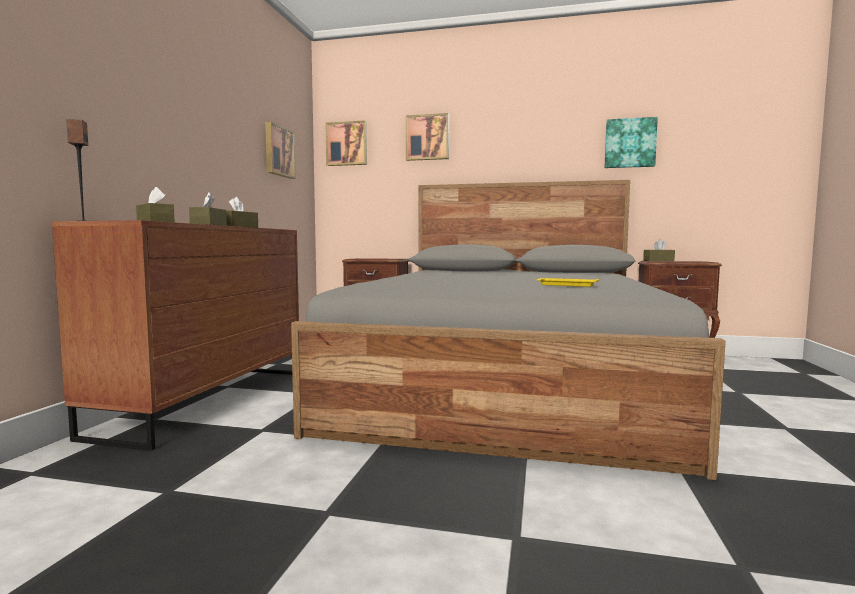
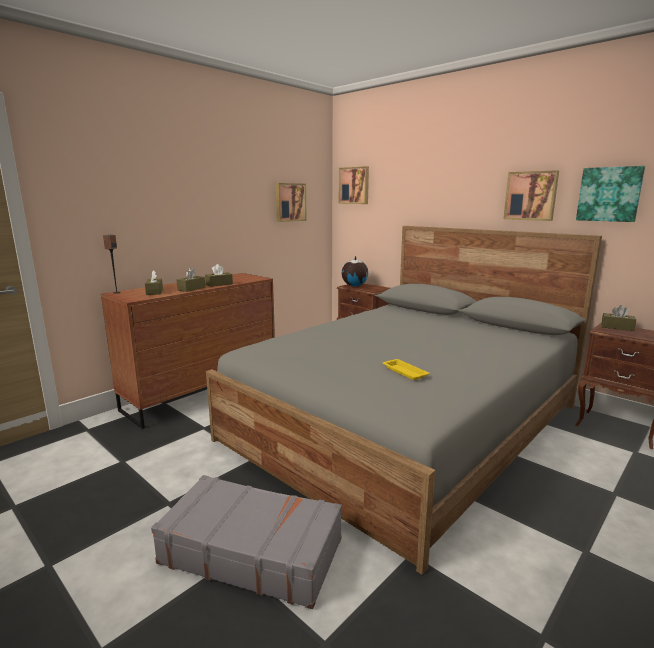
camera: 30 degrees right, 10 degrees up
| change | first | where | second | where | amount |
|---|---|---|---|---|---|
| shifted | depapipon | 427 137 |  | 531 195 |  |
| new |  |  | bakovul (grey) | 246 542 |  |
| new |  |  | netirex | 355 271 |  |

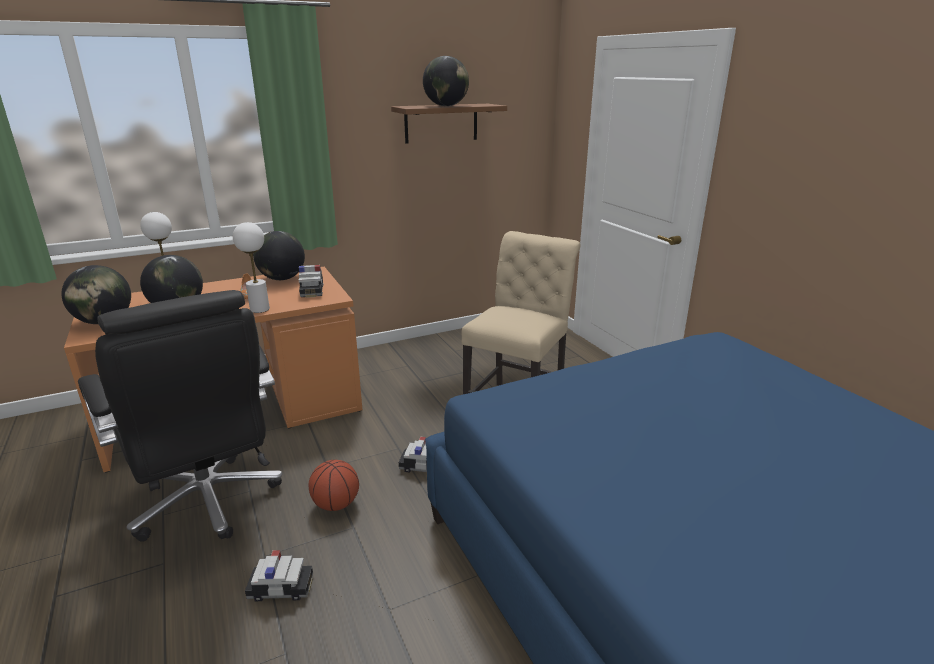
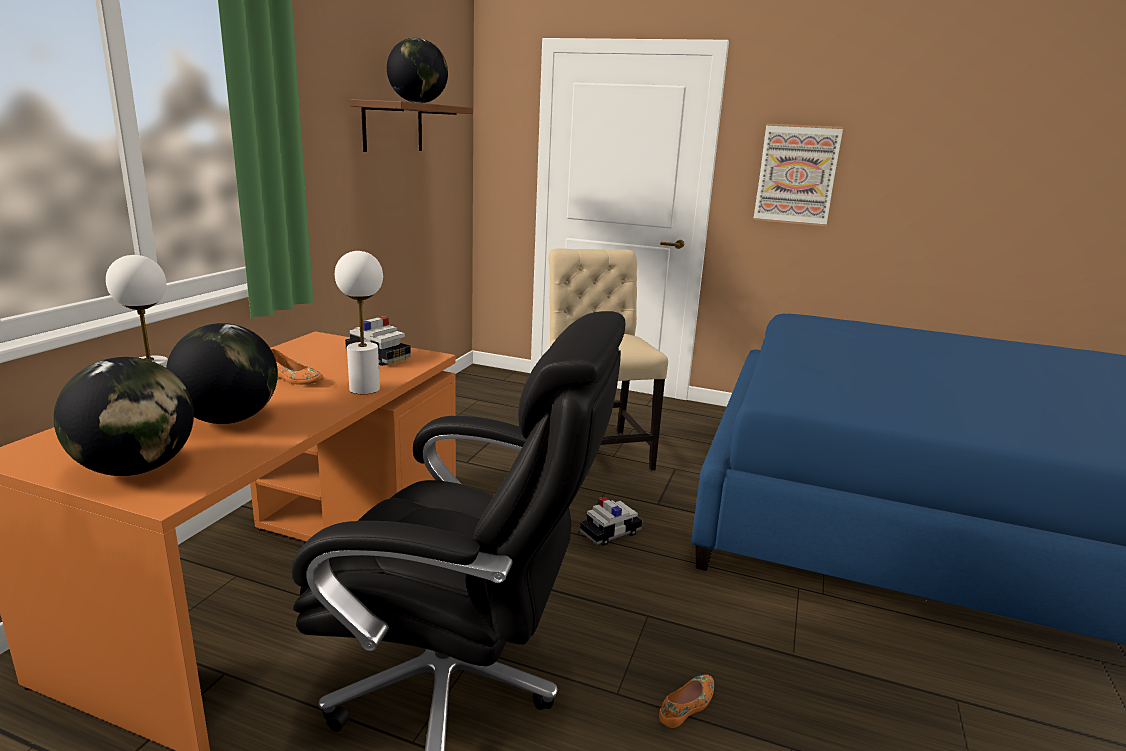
camera: 45 degrees left, 5 degrees down
| change | first | where | second | where | amount |
|---|---|---|---|---|---|
| swapped | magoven | 279 575 | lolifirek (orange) | 686 701 |  |
| gone | netirex | 279 255 |  |  |  |
| gone | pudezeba | 334 485 |  |  |  |
| new |  |  | depapipon | 798 174 |  |

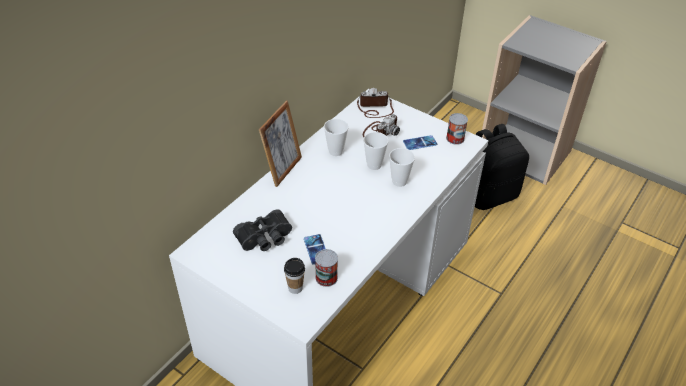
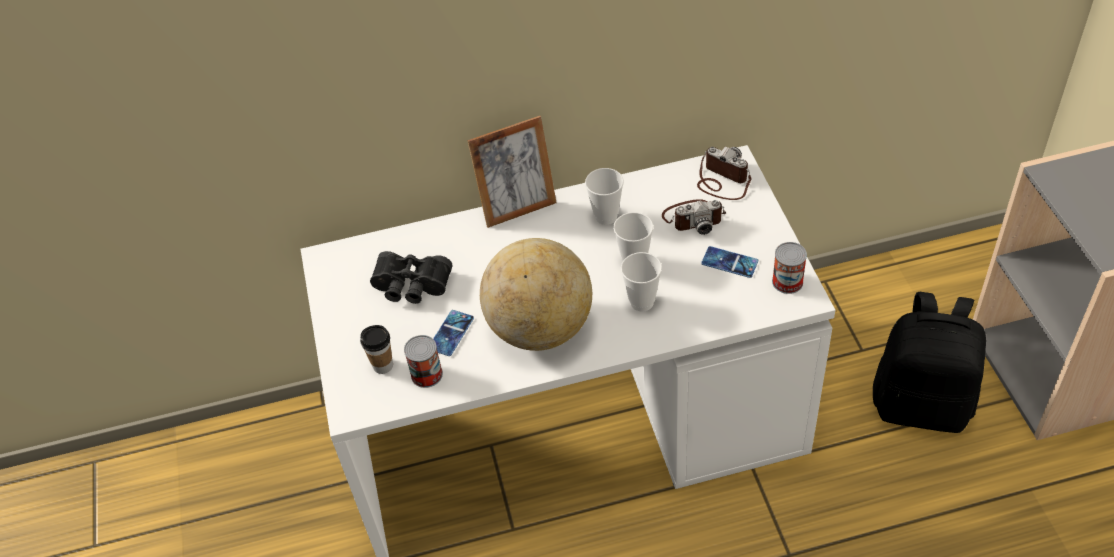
camera: 45 degrees right, 5 degrees up
| change | first | where | second | where | amount |
|---|---|---|---|---|---|
| new |  |  | netirex | 536 294 |  |

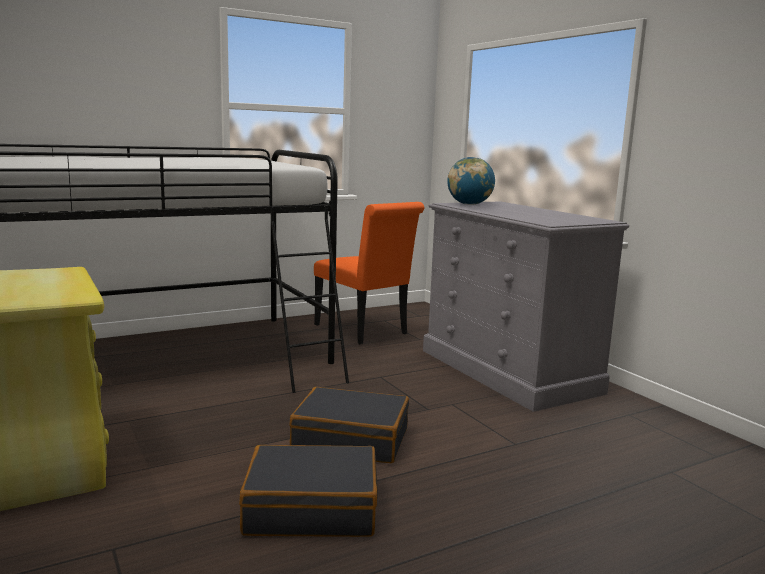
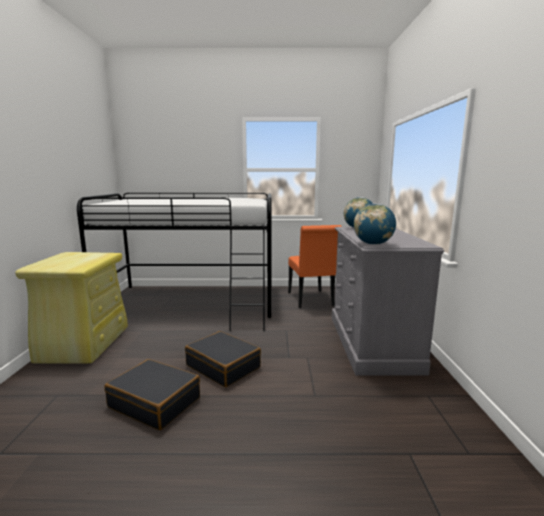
camera: 30 degrees right, 0 degrees up
| change | first | where | second | where | amount |
|---|---|---|---|---|---|
| new |  |  | netirex | 375 224 |  |

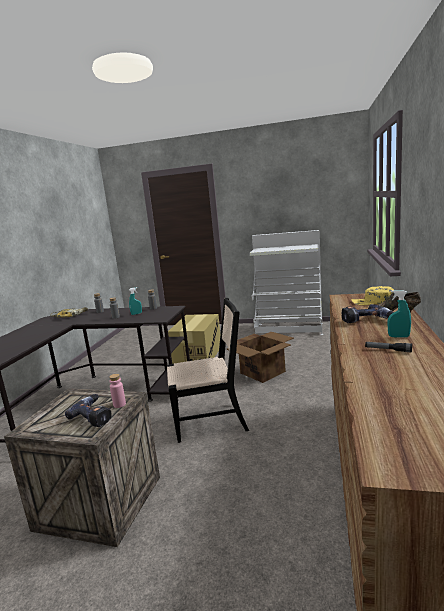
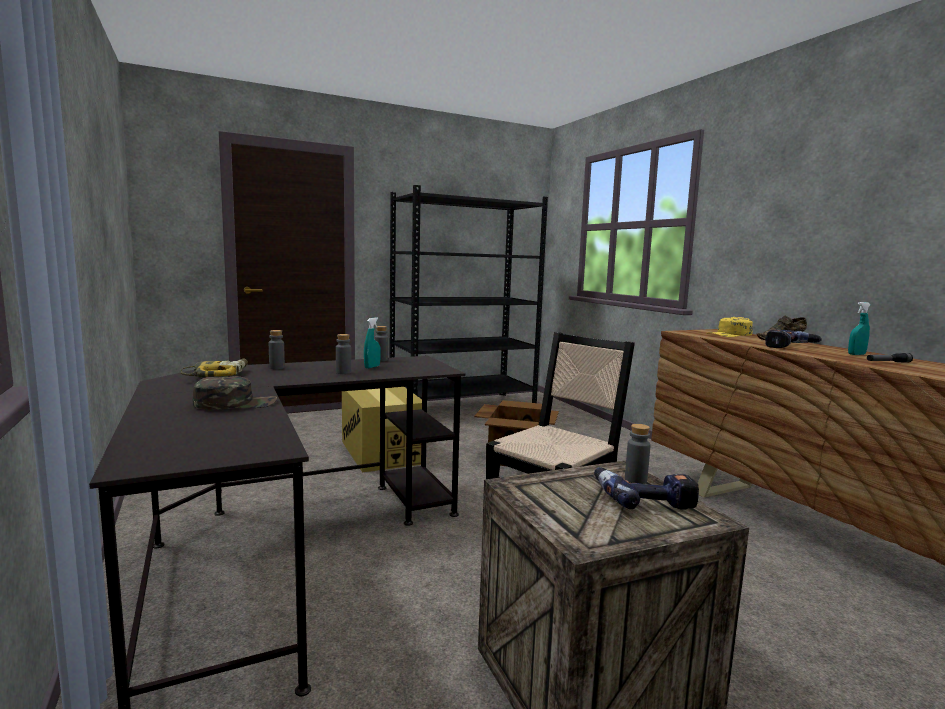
camera: 40 degrees left, 5 degrees down
| change | first | where | second | where | amount |
|---|---|---|---|---|---|
| repainted | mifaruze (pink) | 117 391 | mifaruze (grey) | 638 454 |  |
| swapped | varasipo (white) | 286 282 | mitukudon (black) | 469 294 |  |
| new |  |  | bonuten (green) | 235 393 |  |

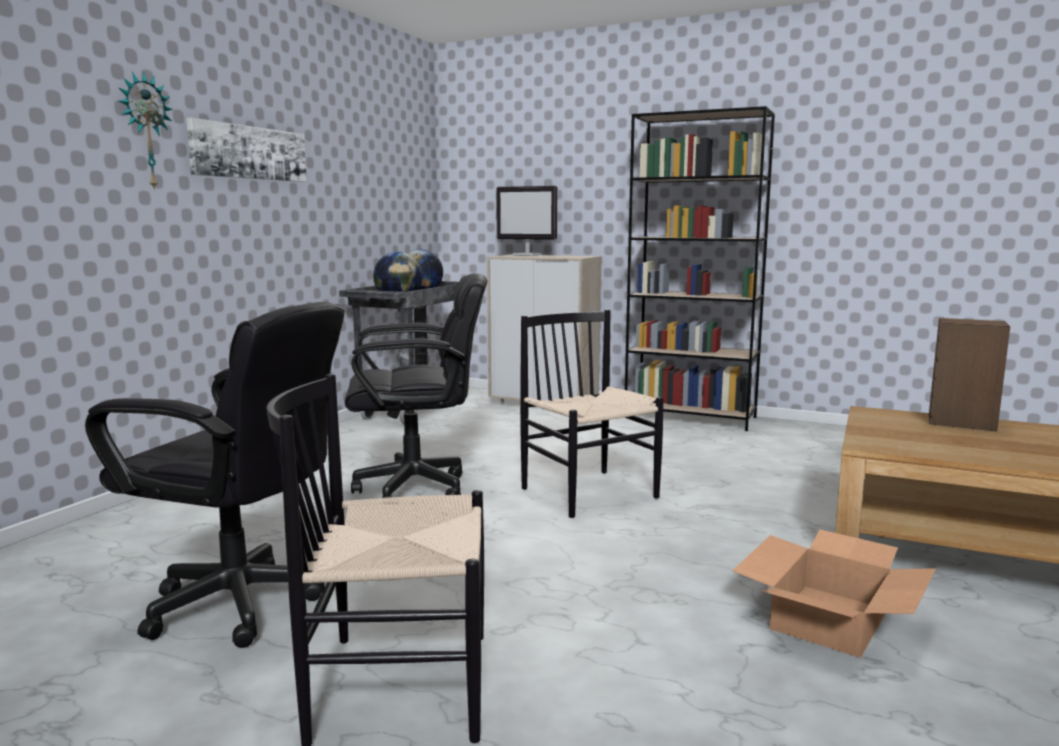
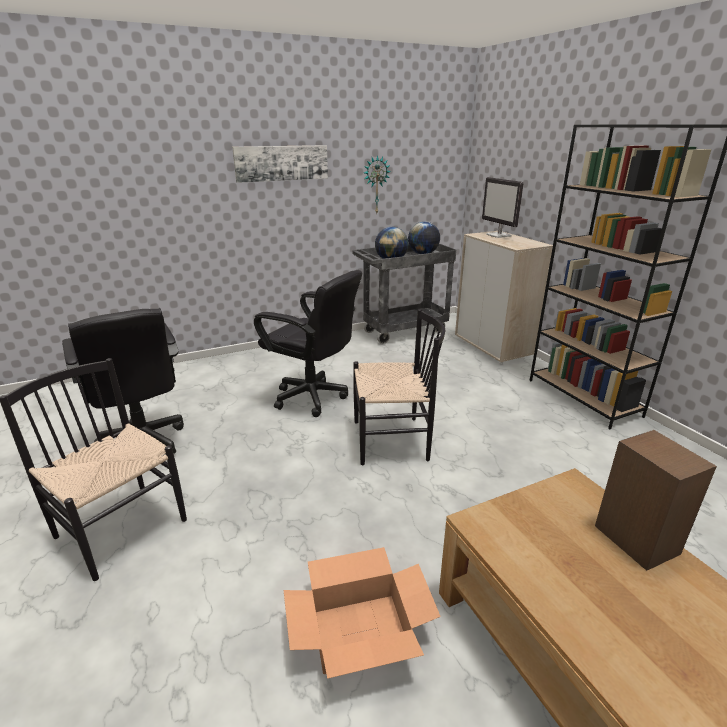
camera: 40 degrees right, 15 degrees up
| change | first | where | second | where | amount |
|---|---|---|---|---|---|
| shifted | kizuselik | 146 131 |  | 377 184 |  |
| rotated | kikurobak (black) | 591 414 |  | 399 387 | 75 degrees clockwise |

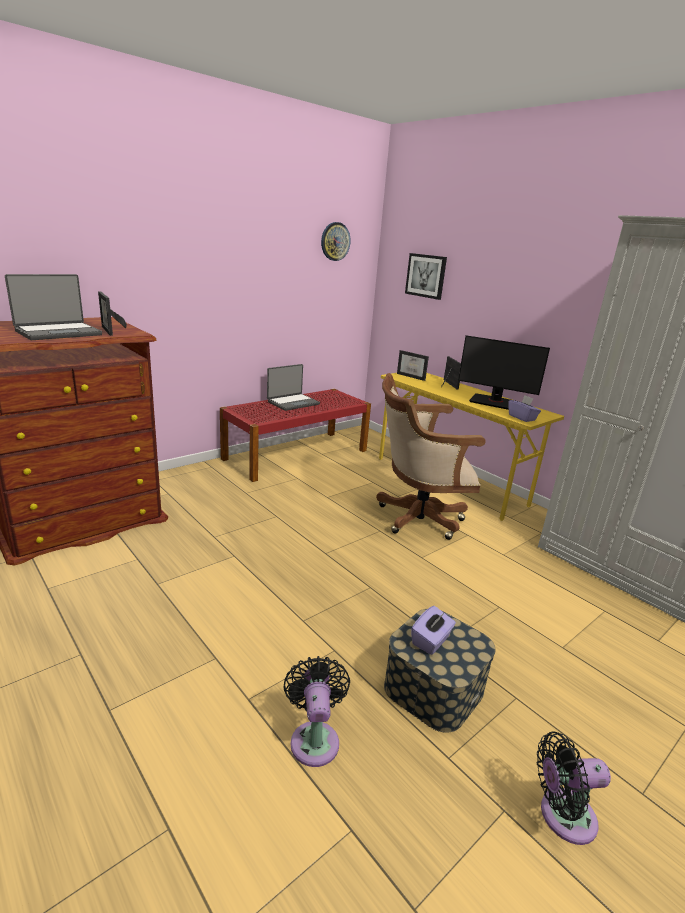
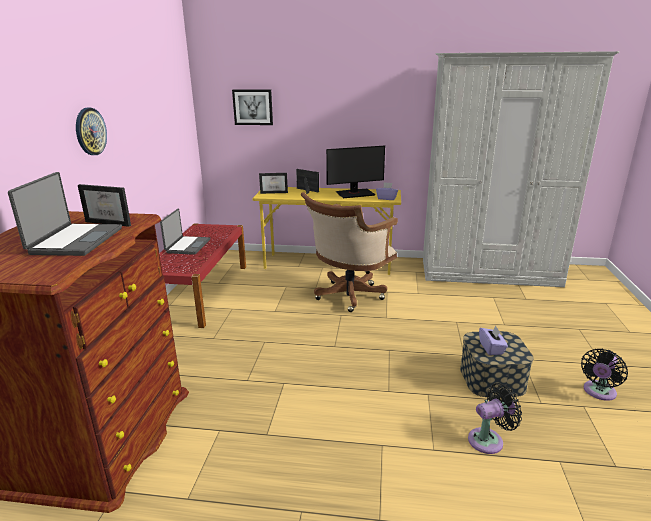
camera: 40 degrees left, 0 degrees up
| change | first | where | second | where | amount |
|---|---|---|---|---|---|
| rotated | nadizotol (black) | 317 711 |  | 495 418 | 120 degrees clockwise |
| shifted | kizuselik | 336 241 |  | 91 131 |  |

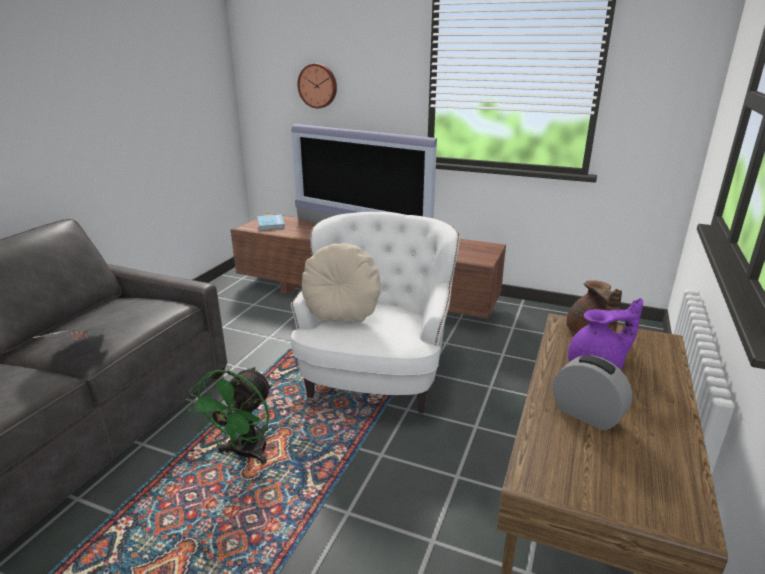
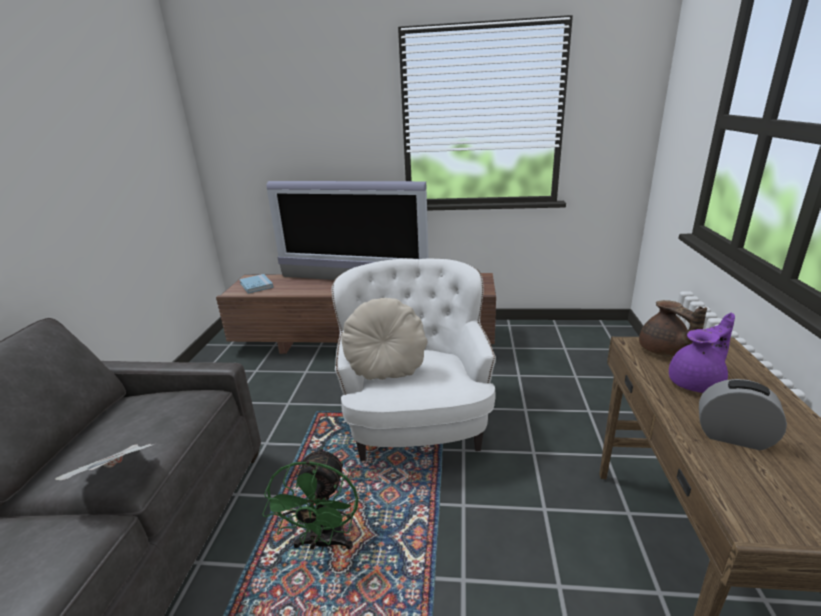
camera: 15 degrees left, 0 degrees up
| change | first | where | second | where | amount |
|---|---|---|---|---|---|
| gone | kizuselik | 317 86 |  |  |  |

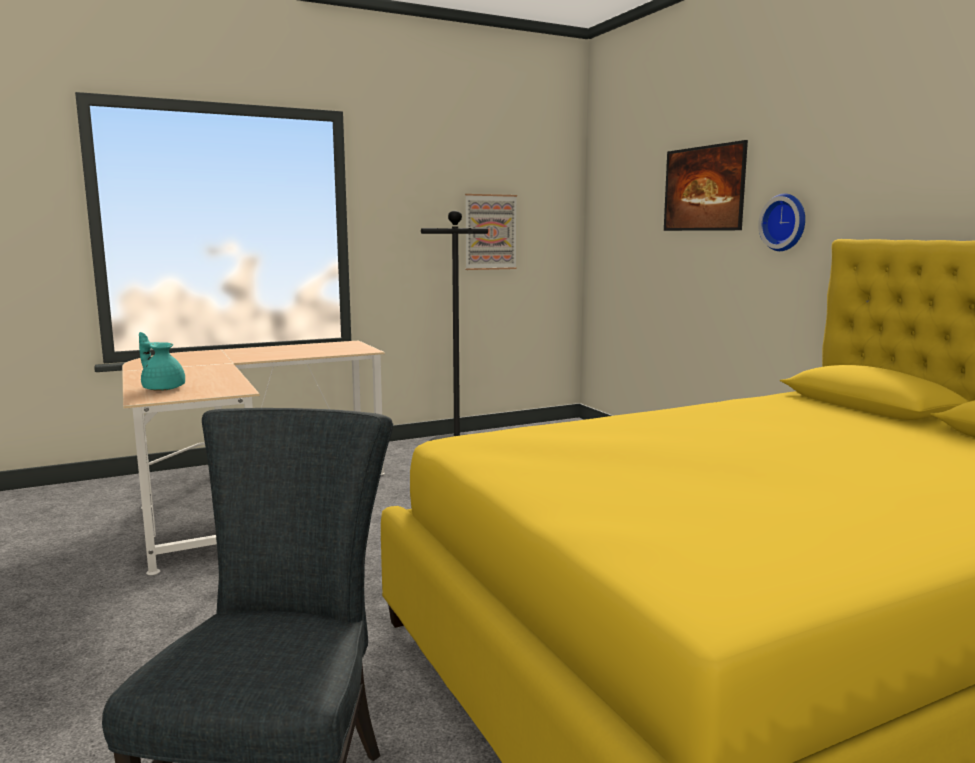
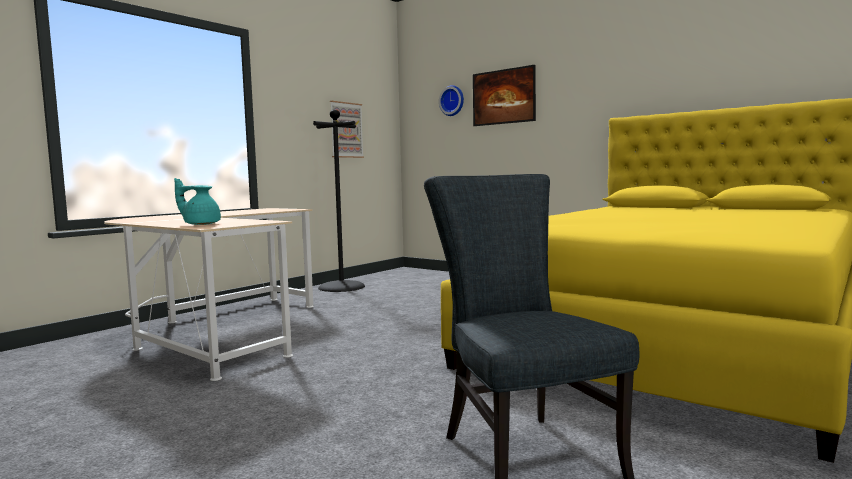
camera: 25 degrees left, 5 degrees down
| change | first | where | second | where | amount |
|---|---|---|---|---|---|
| shifted | kizuselik | 781 222 |  | 451 100 |  |

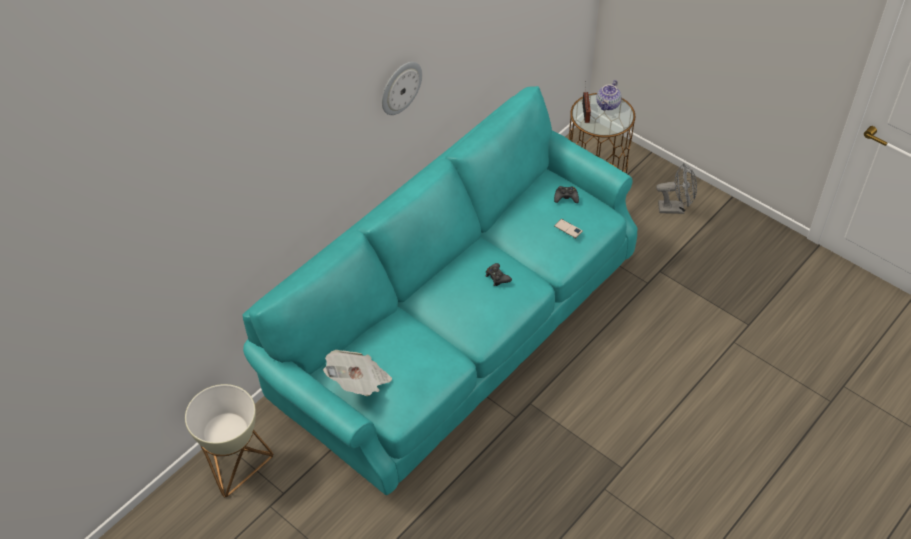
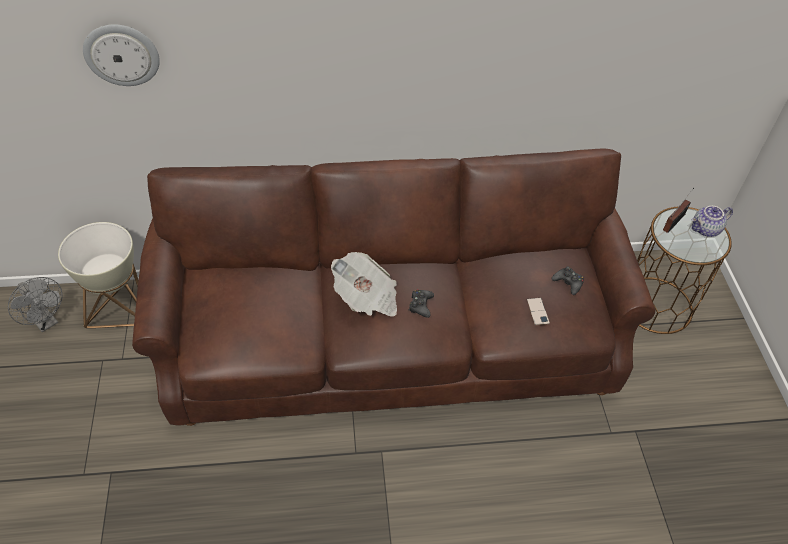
camera: 40 degrees right, 0 degrees up
| change | first | where | second | where | amount |
|---|---|---|---|---|---|
| repainted | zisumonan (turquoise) | 440 290 | zisumonan (brown) | 393 287 |  |
| shifted | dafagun | 357 373 |  | 364 284 |  |
| shifted | kizuselik | 402 88 |  | 121 55 |  |
| shifted | nadizotol (grey) | 676 189 |  | 35 304 |  |

